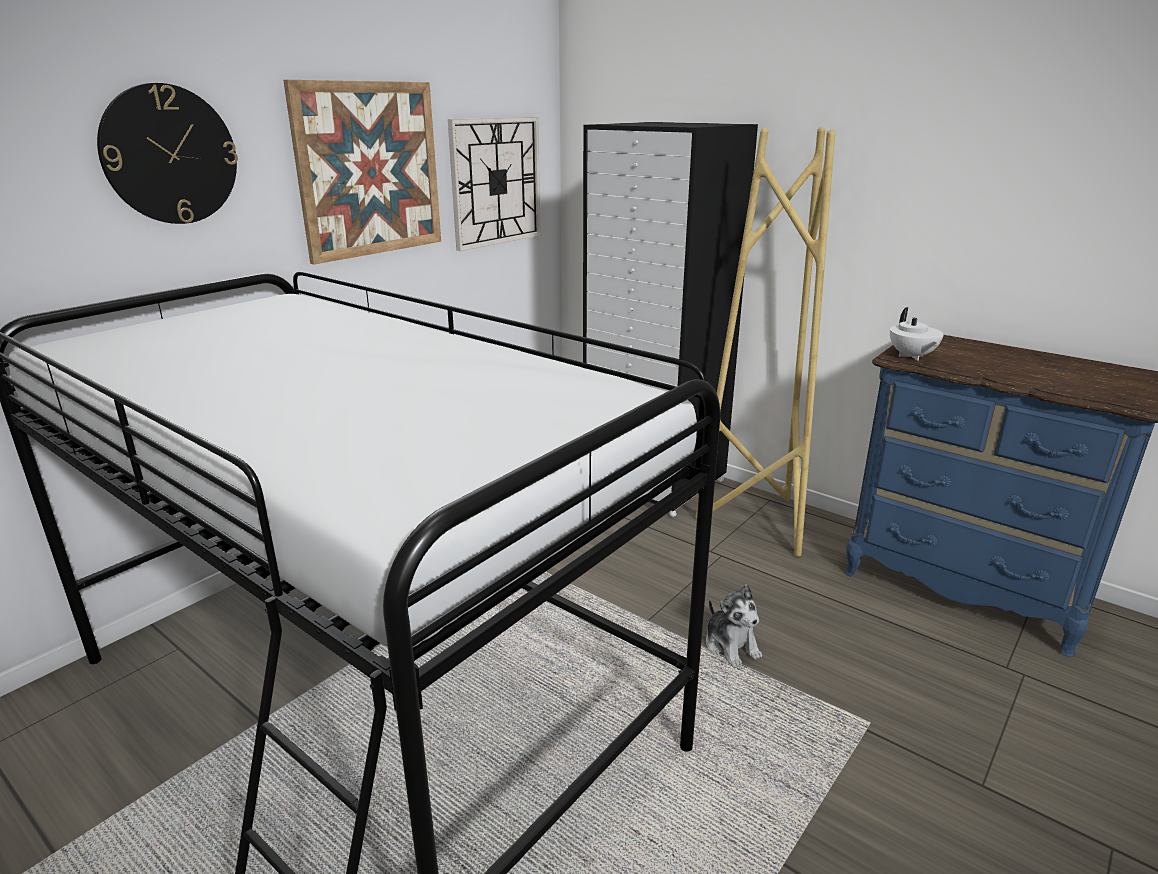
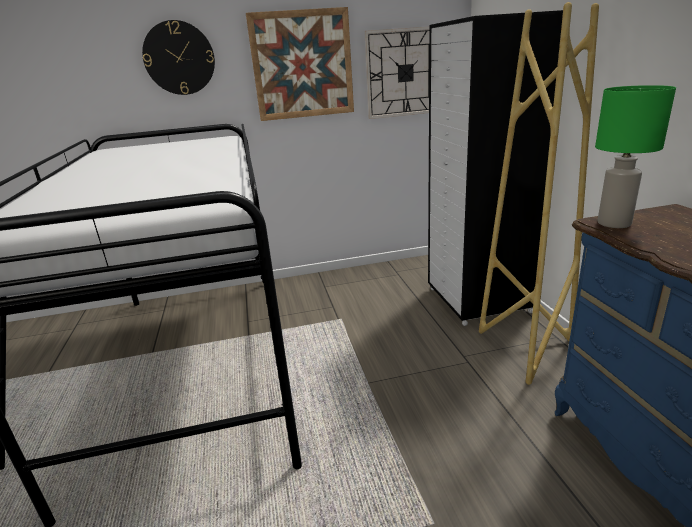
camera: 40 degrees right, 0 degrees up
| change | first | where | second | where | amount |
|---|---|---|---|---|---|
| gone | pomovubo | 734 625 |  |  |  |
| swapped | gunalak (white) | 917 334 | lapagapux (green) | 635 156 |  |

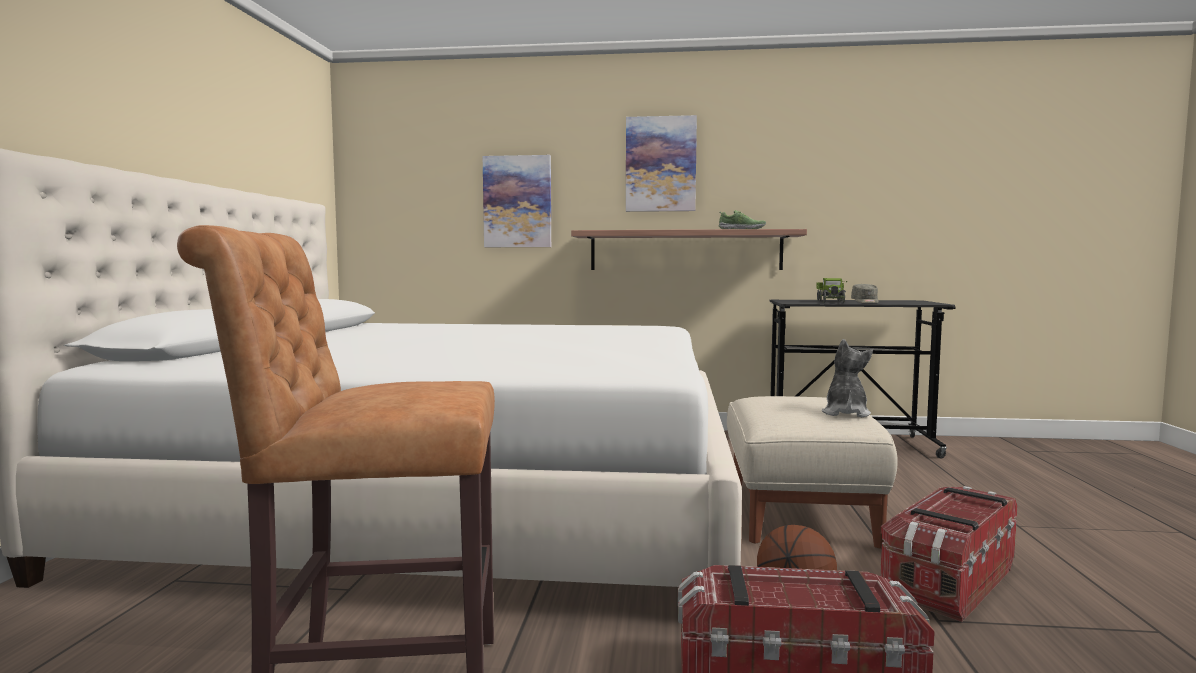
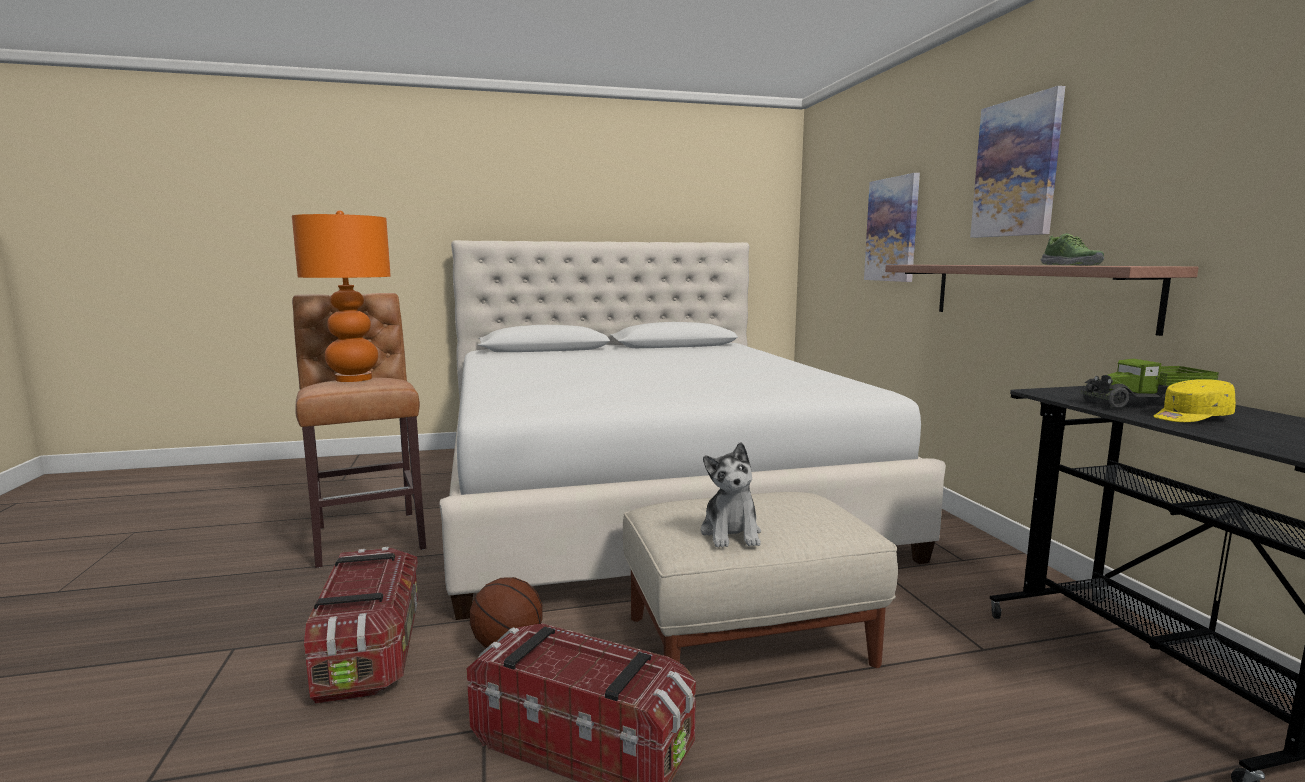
camera: 70 degrees right, 5 degrees up
| change | first | where | second | where | amount |
|---|---|---|---|---|---|
| rotated | pomovubo | 847 378 |  | 731 495 | 90 degrees clockwise |
| repainted | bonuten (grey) | 864 293 | bonuten (yellow) | 1194 400 |  |
| new |  |  | lapagapux (orange) | 341 296 |  |

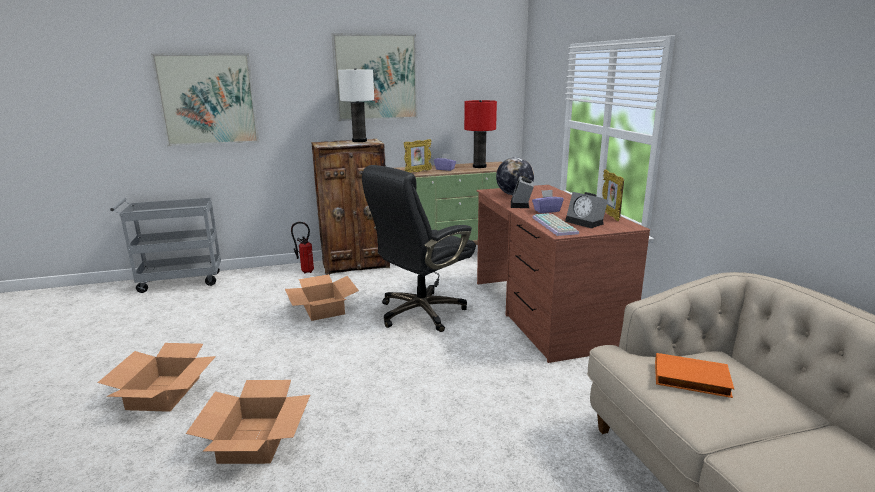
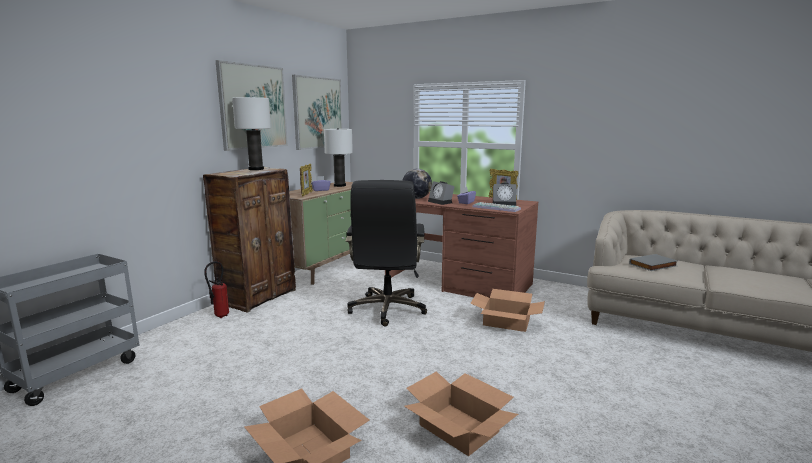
camera: 45 degrees left, 5 degrees down
| change | first | where | second | where | amount |
|---|---|---|---|---|---|
| shifted | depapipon | 205 99 |  | 317 112 |  |
| shifted | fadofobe | 322 297 |  | 507 310 |  |
| repainted | lapagapux (red) | 480 134 | lapagapux (white) | 338 157 |  |
| repainted | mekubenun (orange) | 694 375 | mekubenun (grey) | 653 262 |  |

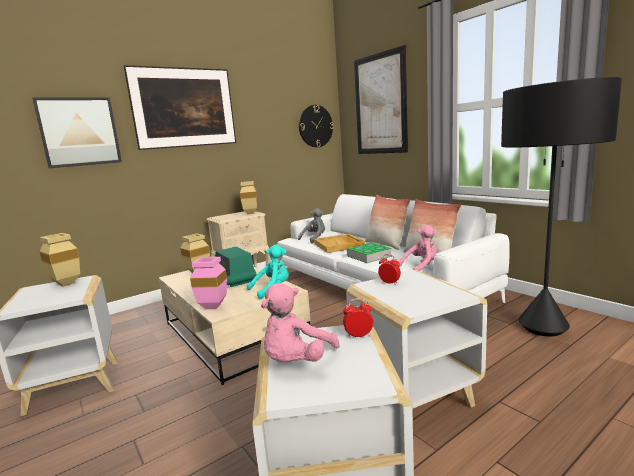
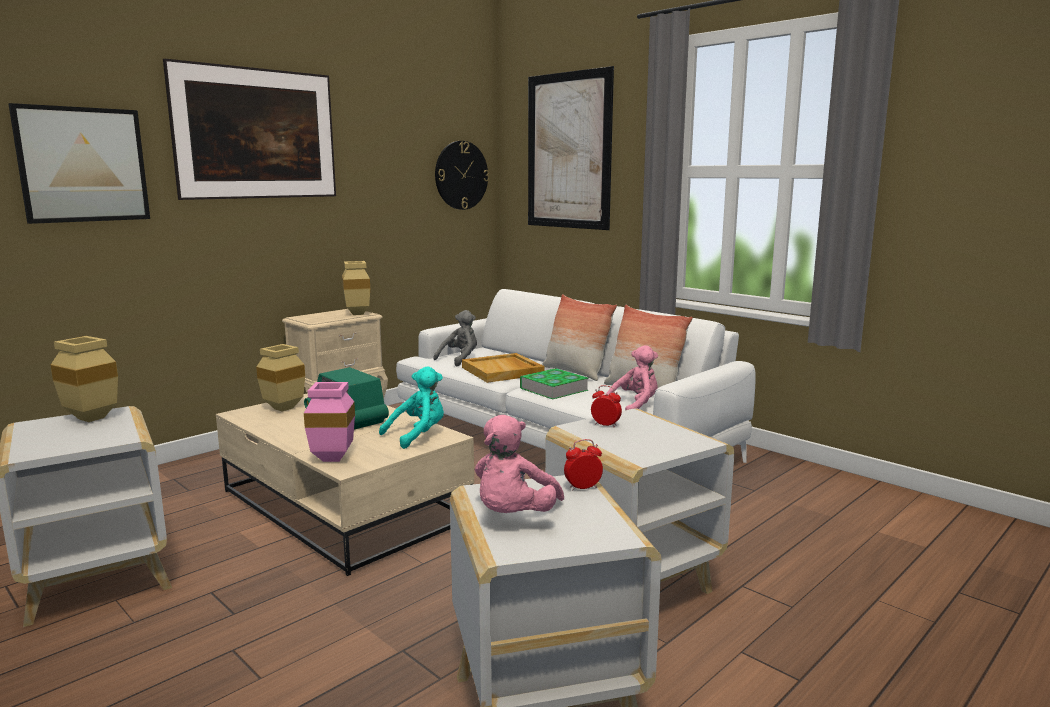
camera: 10 degrees left, 0 degrees up
| change | first | where | second | where | amount |
|---|---|---|---|---|---|
| gone | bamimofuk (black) | 561 207 |  |  |  |

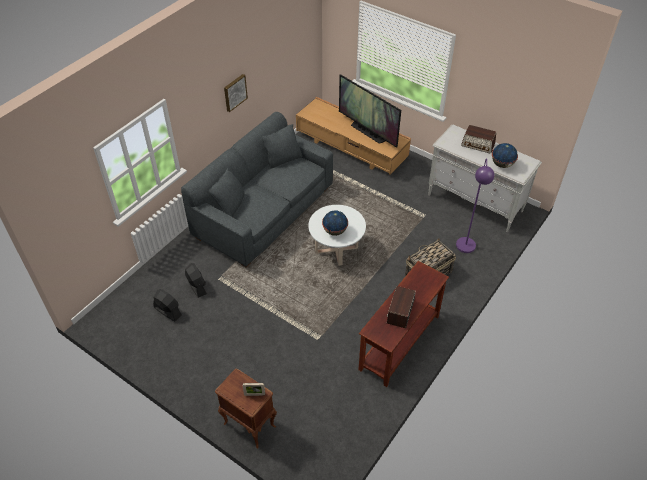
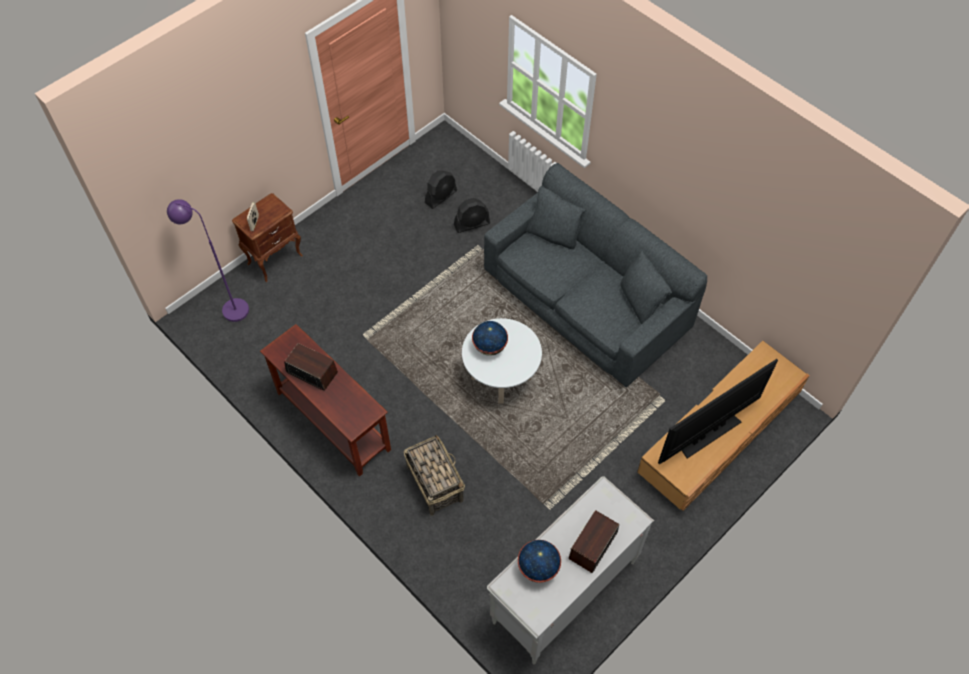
camera: 100 degrees right, 10 degrees up
| change | first | where | second | where | amount |
|---|---|---|---|---|---|
| gone | depapipon | 236 93 |  |  |  |
| shifted | bamimofuk (purple) | 475 205 |  | 208 260 |  |

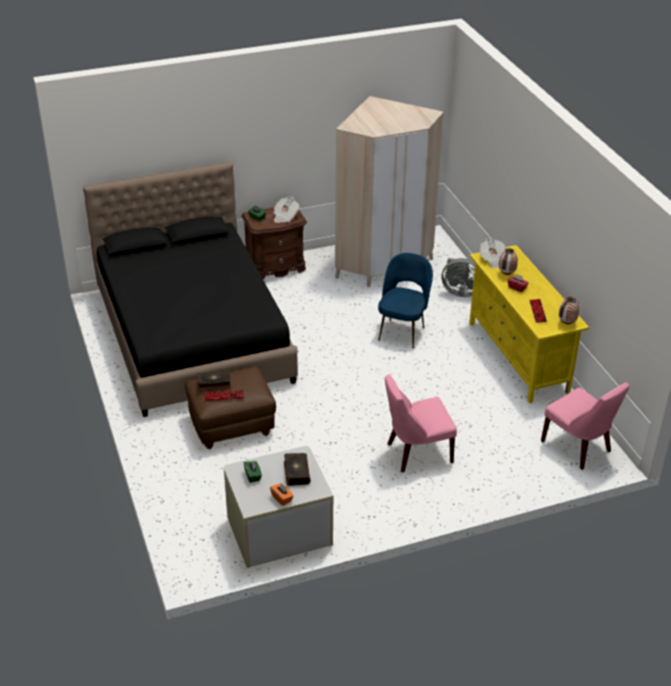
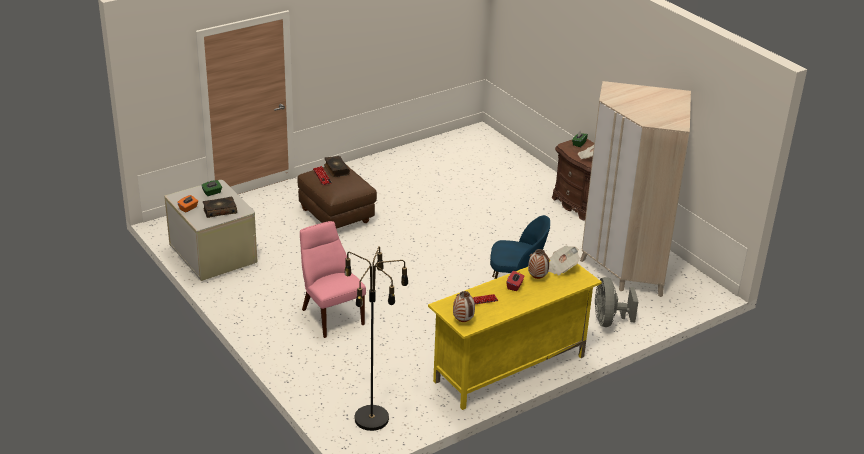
camera: 75 degrees right, 5 degrees down
| change | first | where | second | where | amount |
|---|---|---|---|---|---|
| gone | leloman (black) | 190 289 |  |  |  |
| swapped | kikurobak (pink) | 585 426 | bamimofuk | 376 338 |  |

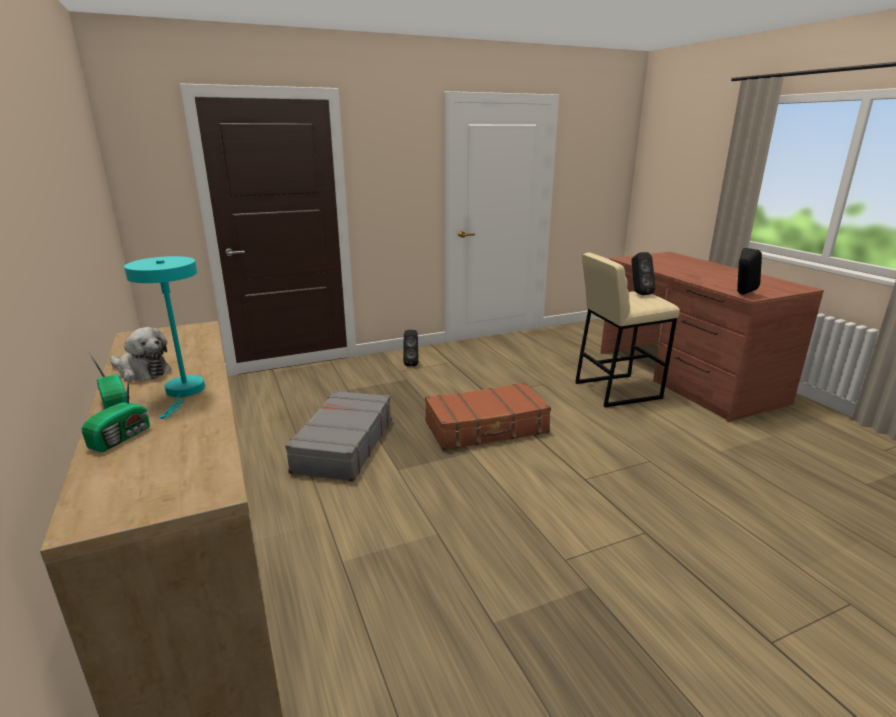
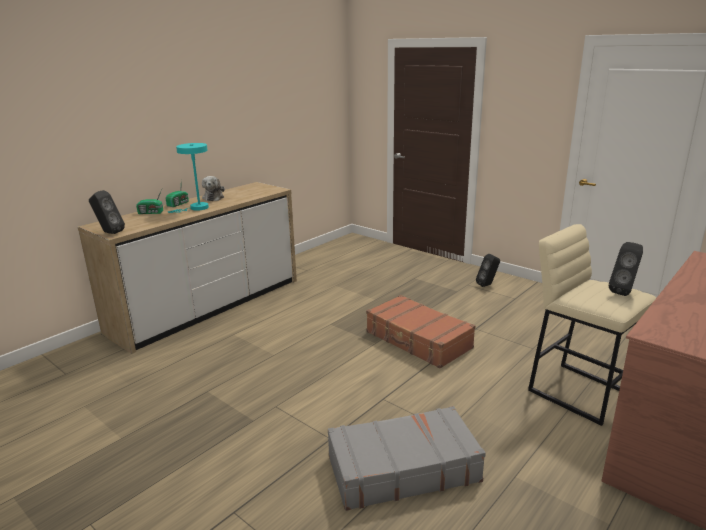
camera: 65 degrees right, 0 degrees up
| change | first | where | second | where | amount |
|---|---|---|---|---|---|
| shifted | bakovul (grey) | 338 435 |  | 407 458 |  |
| shifted | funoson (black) | 749 271 |  | 107 212 |  |

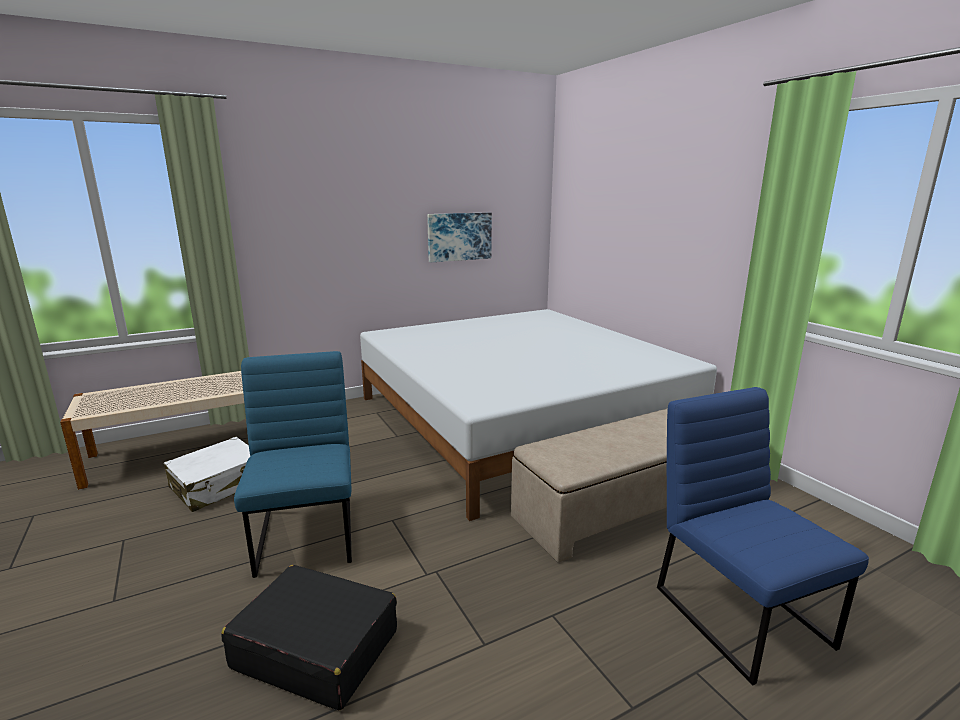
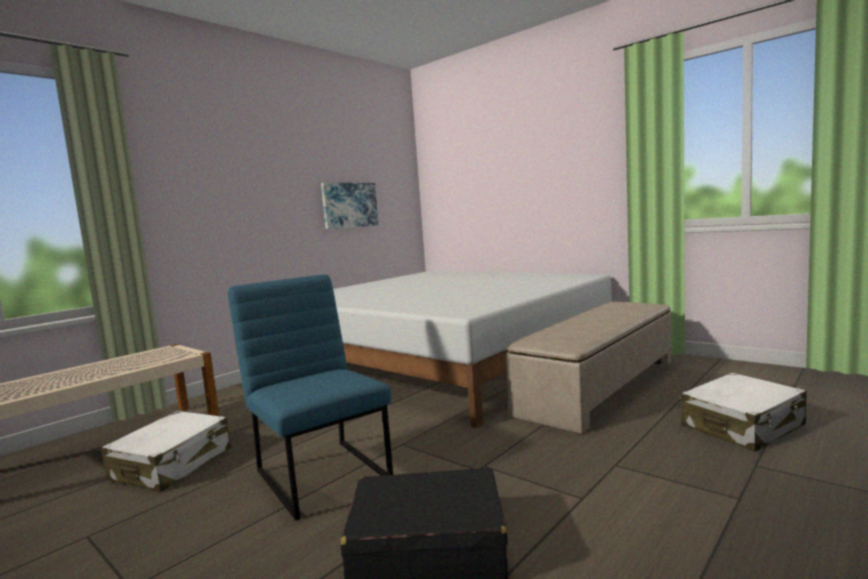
camera: 20 degrees left, 10 degrees down
| change | first | where | second | where | amount |
|---|---|---|---|---|---|
| swapped | kikurobak (blue) | 763 536 | bakovul (white) | 744 412 |  |

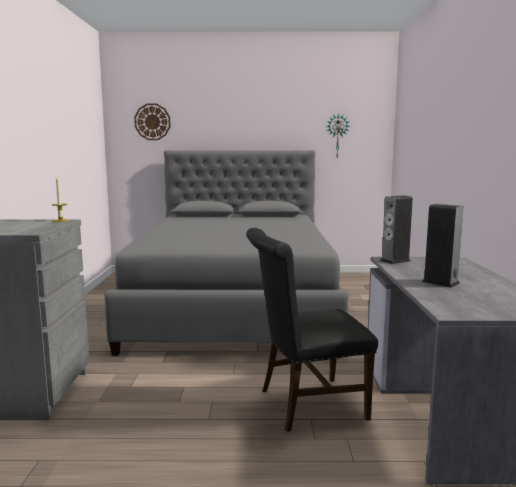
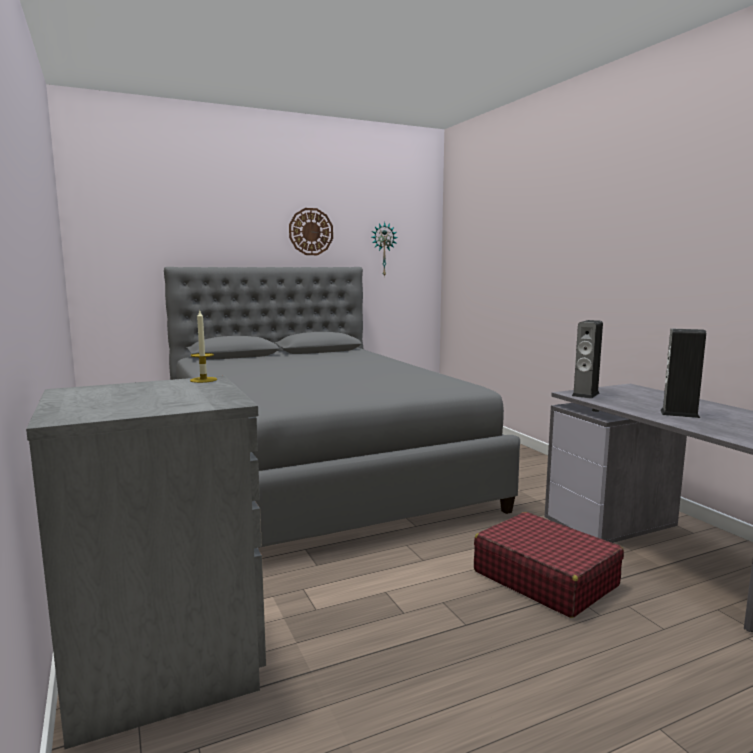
camera: 25 degrees left, 0 degrees up
| change | first | where | second | where | amount |
|---|---|---|---|---|---|
| shifted | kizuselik | 152 121 |  | 311 231 |  |
| swapped | kikurobak (black) | 312 330 | bakovul (red) | 549 565 |  |

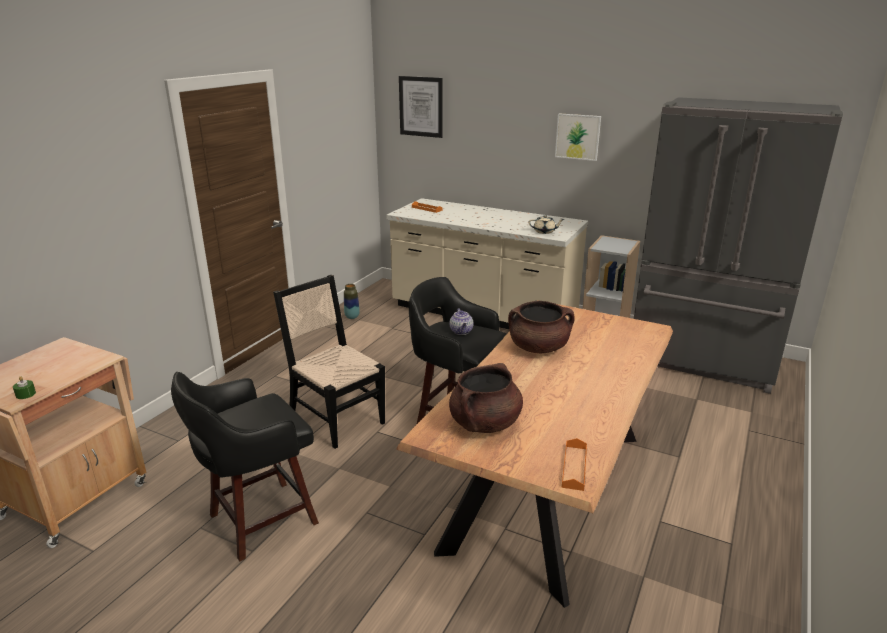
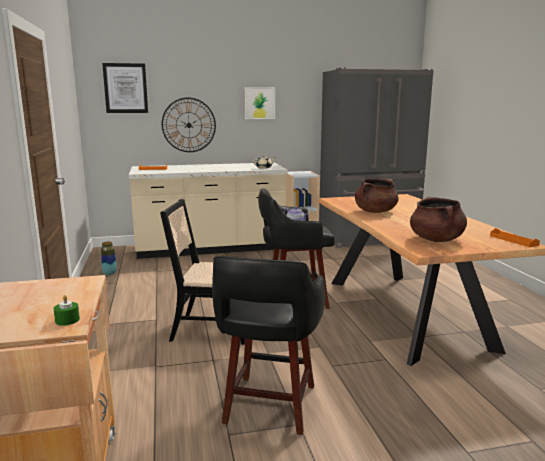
camera: 40 degrees left, 10 degrees down
| change | first | where | second | where | amount |
|---|---|---|---|---|---|
| new |  |  | kizuselik | 189 125 |  |

